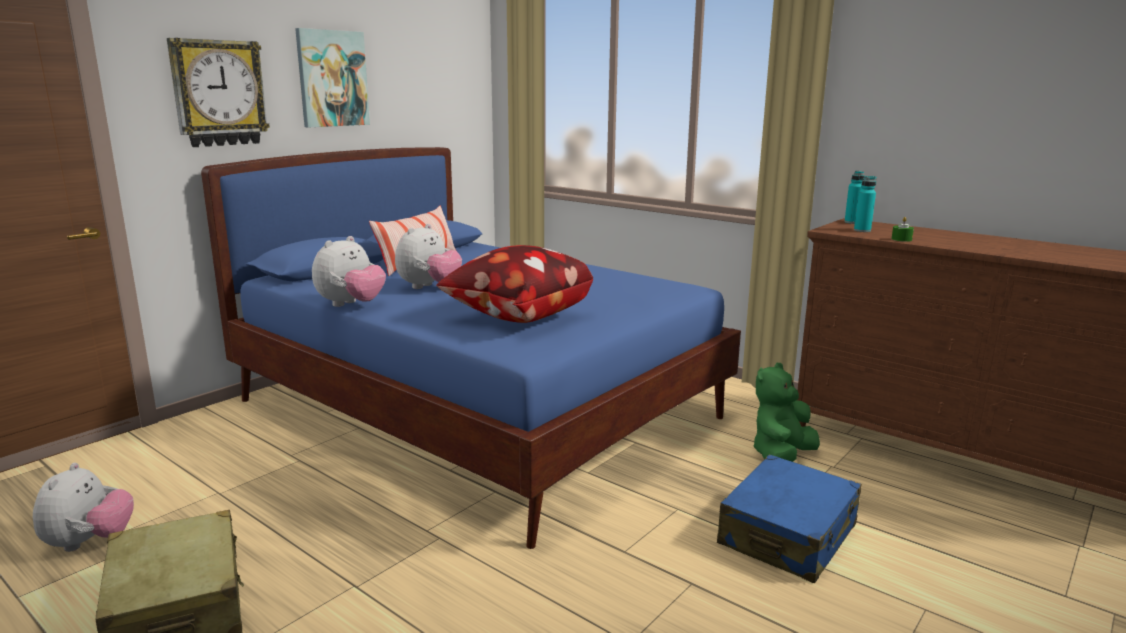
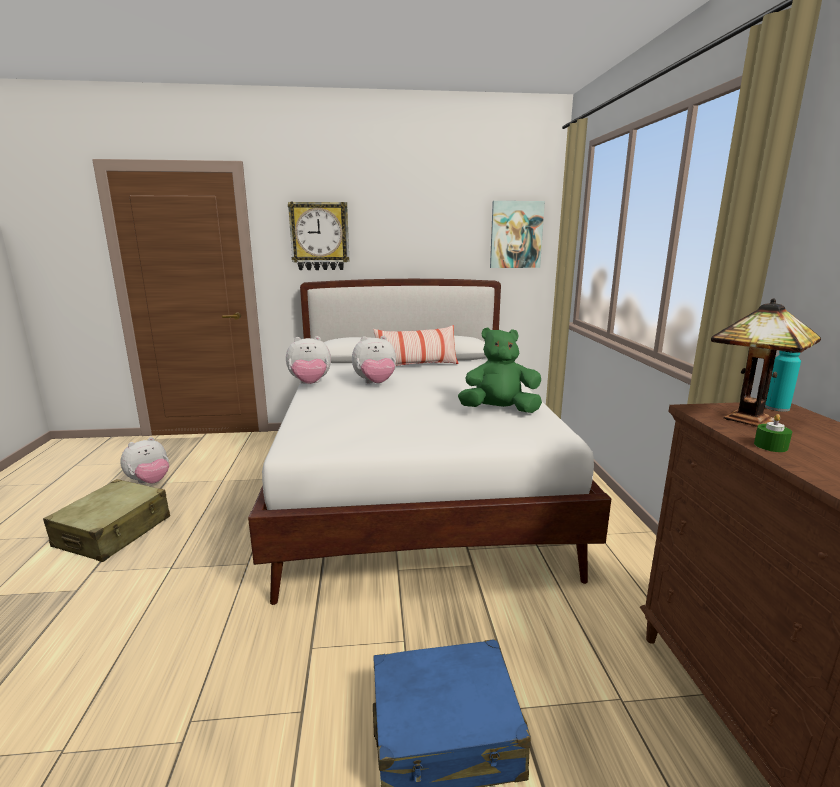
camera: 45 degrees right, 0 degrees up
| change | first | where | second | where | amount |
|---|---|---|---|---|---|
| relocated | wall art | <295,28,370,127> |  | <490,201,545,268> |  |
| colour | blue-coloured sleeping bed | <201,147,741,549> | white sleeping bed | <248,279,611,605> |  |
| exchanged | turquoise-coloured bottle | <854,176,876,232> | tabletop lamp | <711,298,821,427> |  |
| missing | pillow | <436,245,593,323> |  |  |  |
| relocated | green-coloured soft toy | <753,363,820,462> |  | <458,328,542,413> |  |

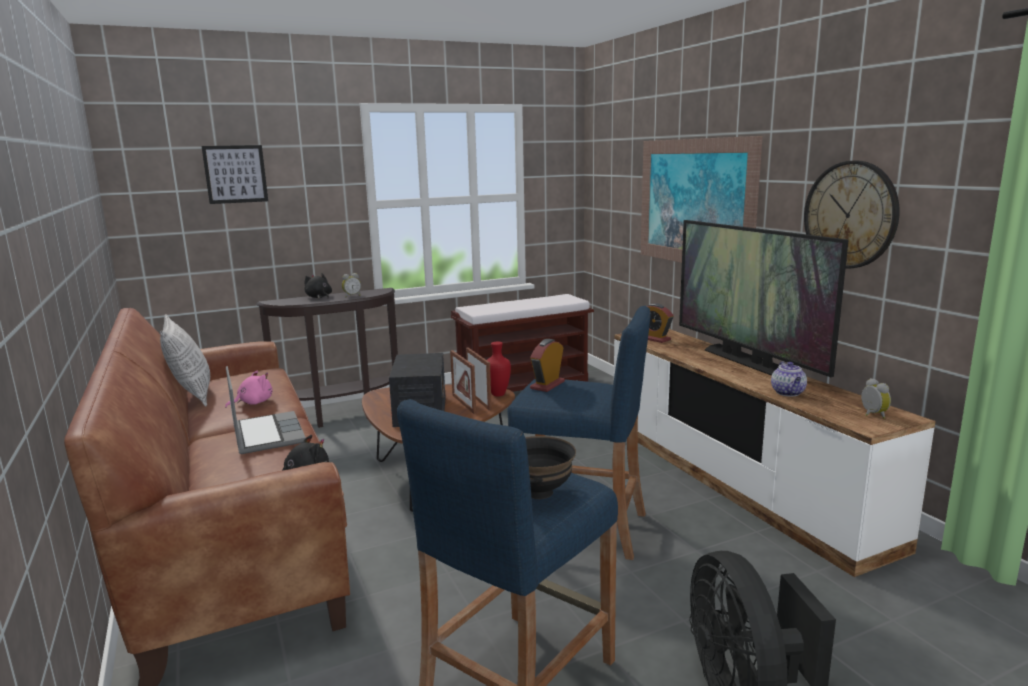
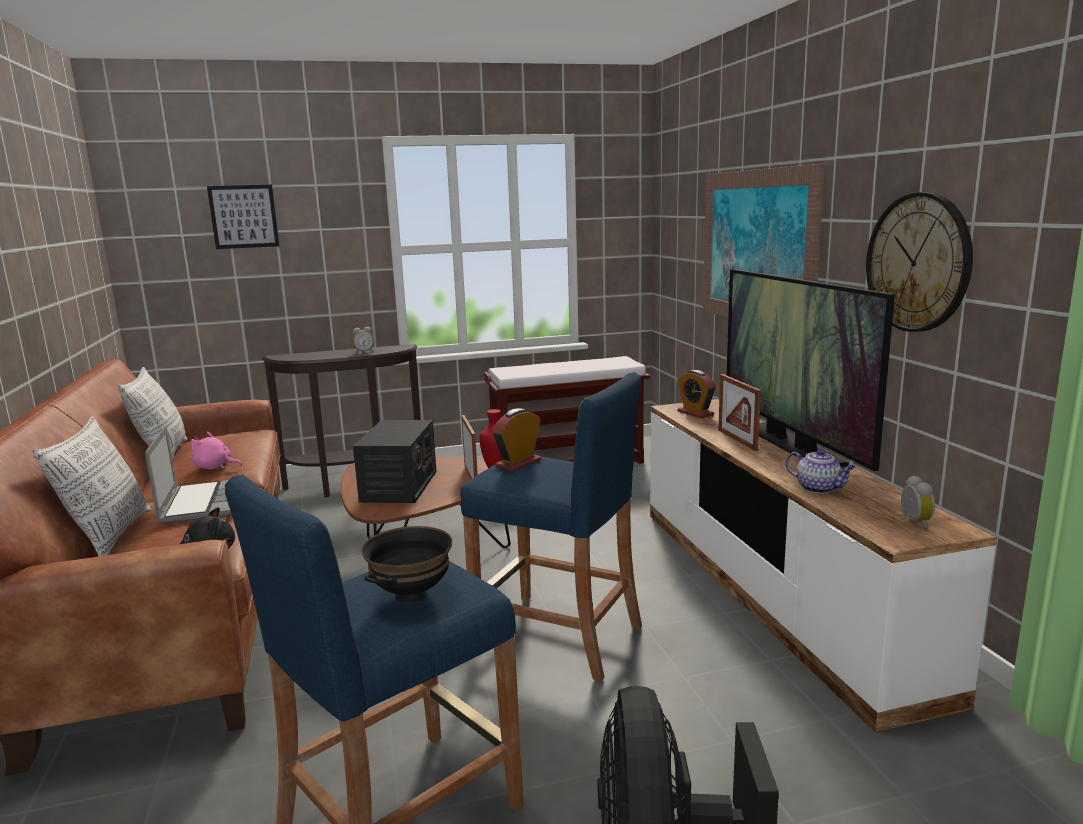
camera: 10 degrees right, 0 degrees up
| change | first | where | second | where | amount |
|---|---|---|---|---|---|
| missing | black-coloured soft toy | <304,273,332,298> |  |  |  |
| relocated | photo frame | <450,350,476,414> |  | <718,374,761,451> |  |
| spun | tea pot | <771,361,807,397> |  | <786,449,856,494> | 60 degrees counterclockwise |
| spun | pink soft toy | <225,371,273,408> |  | <191,432,242,469> | 135 degrees counterclockwise |
| appeared |  |  | pillow | <32,416,151,556> |  |

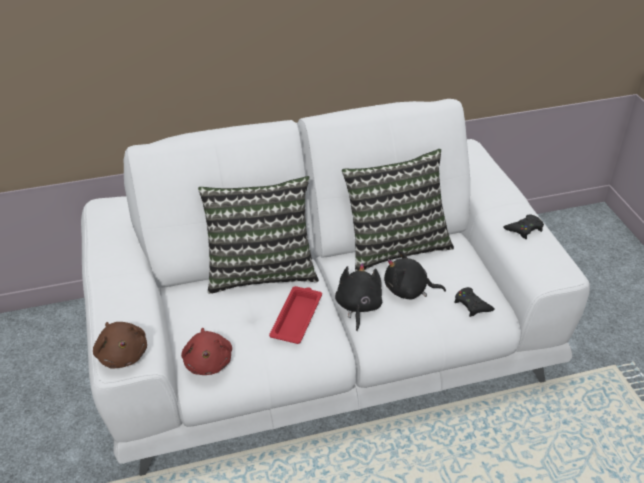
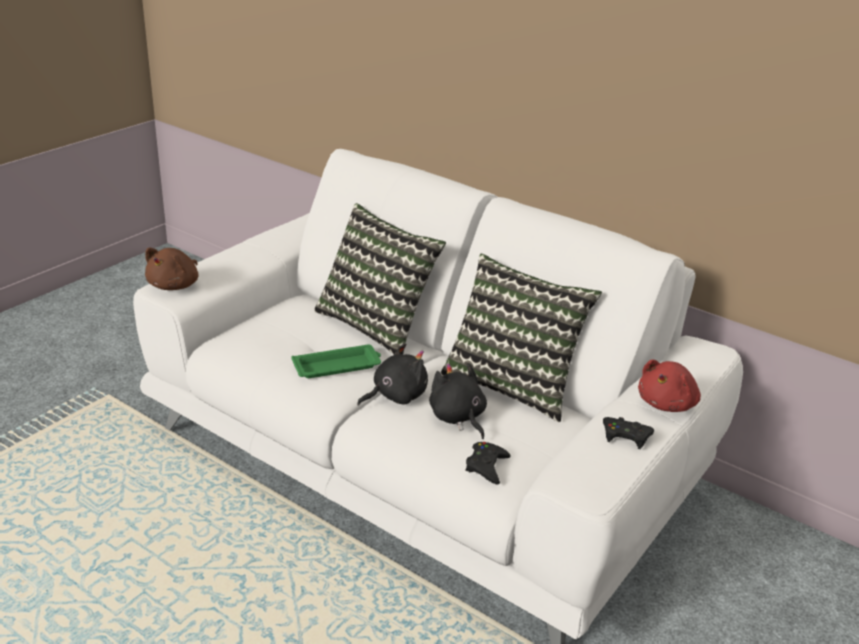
camera: 50 degrees right, 10 degrees down
| change | first | where | second | where | amount |
|---|---|---|---|---|---|
| colour | reddish tray | <269,286,322,344> | green-coloured tray | <291,345,381,378> |  |
| relocated | reddish soft toy | <181,328,232,375> |  | <638,359,701,412> |  |

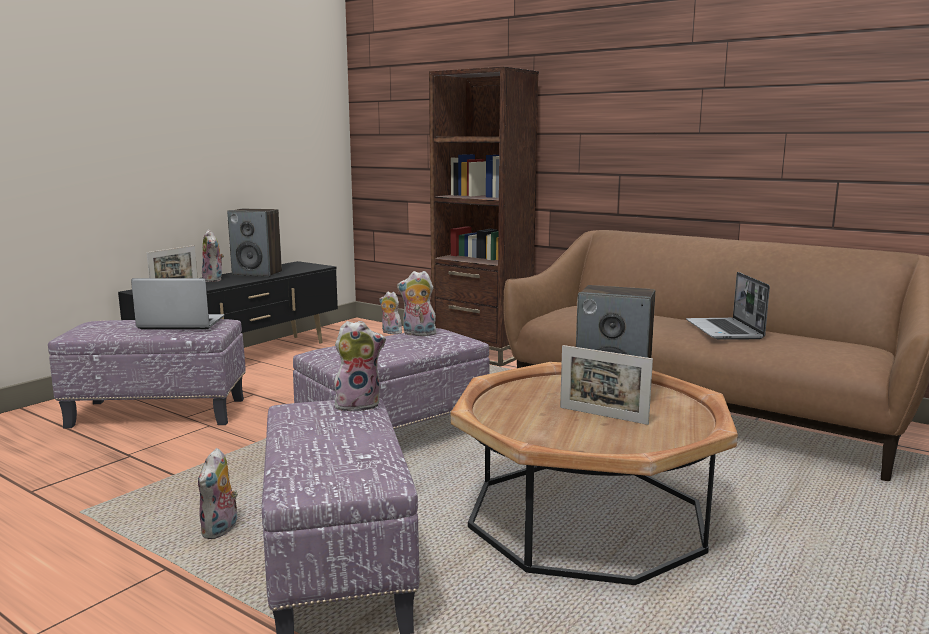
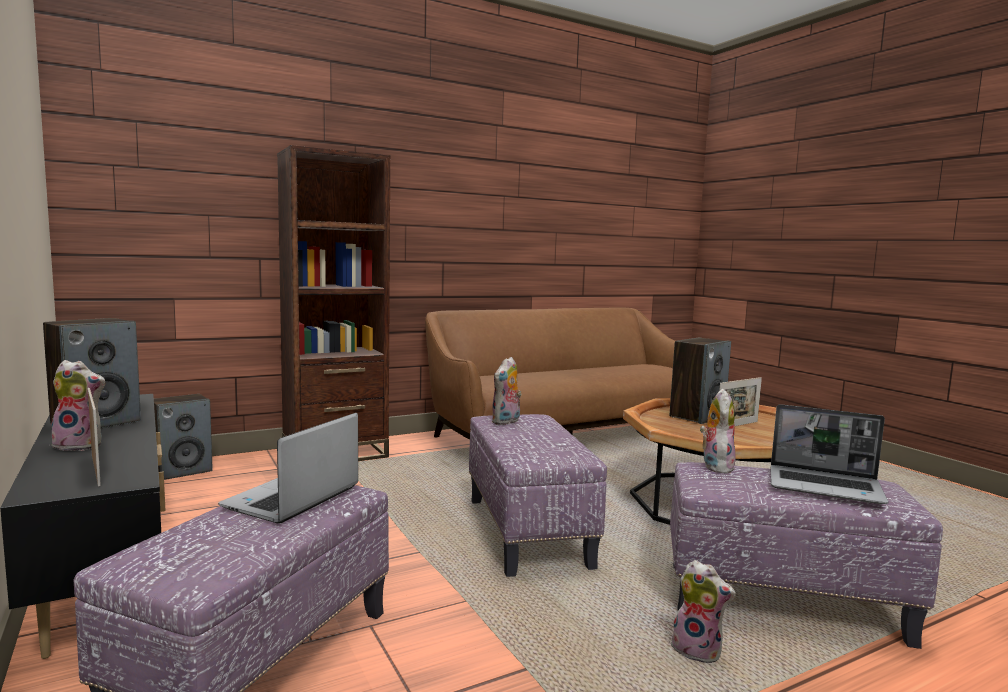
camera: 65 degrees left, 5 degrees down
| change | first | where | second | where | amount |
|---|---|---|---|---|---|
| relocated | laptop | <686,272,770,340> |  | <771,404,888,504> |  |
| exchanged | soft toy | <379,291,402,335> | audio speaker | <154,394,213,480> |  |

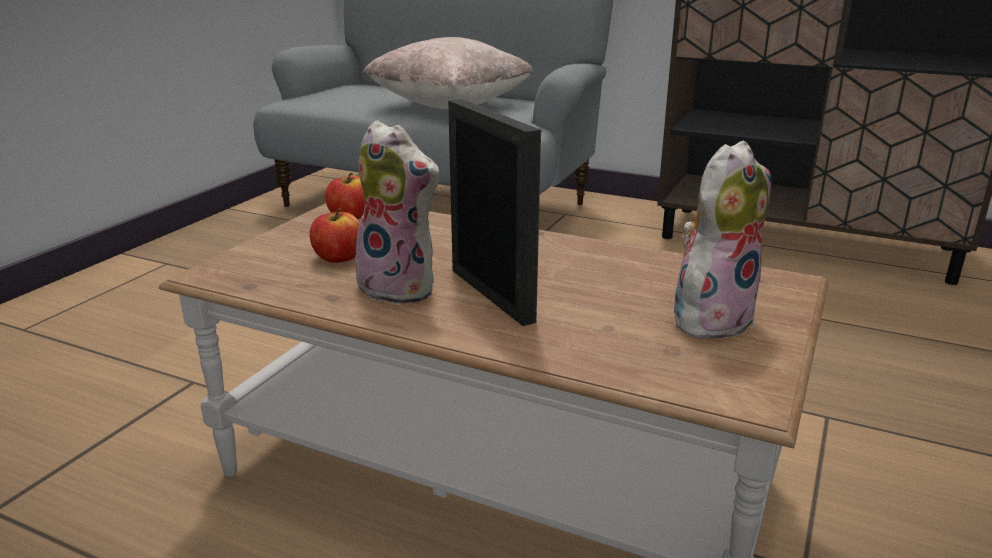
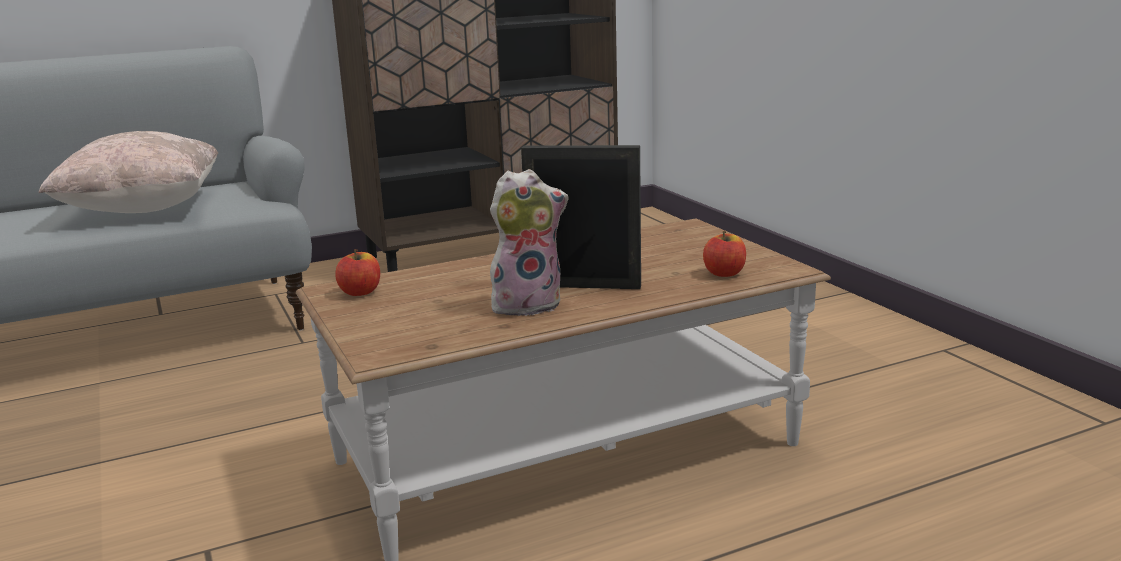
camera: 50 degrees left, 5 degrees down
| change | first | where | second | where | amount |
|---|---|---|---|---|---|
| missing | soft toy | <674,140,771,342> |  |  |  |
| relocated | apple | <310,208,360,263> |  | <703,231,746,277> |  |

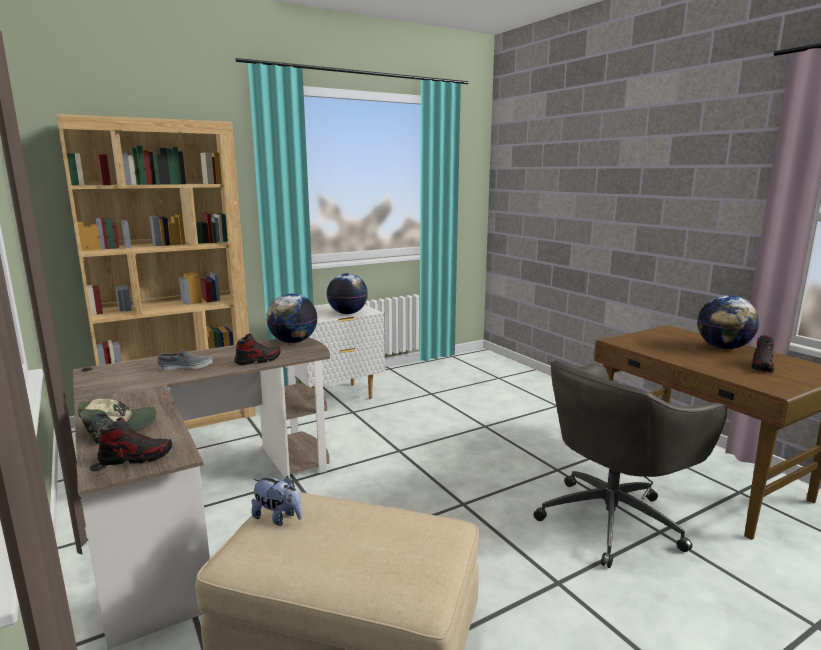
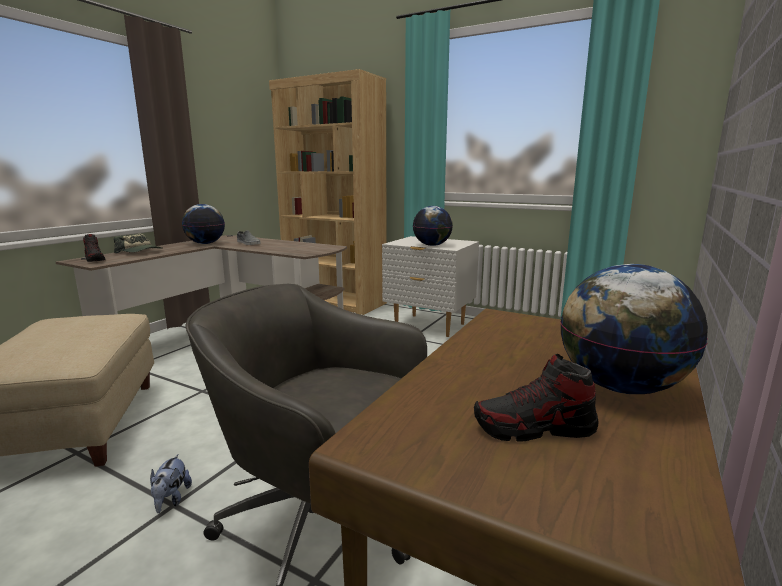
camera: 60 degrees right, 0 degrees up
| change | first | where | second | where | amount |
|---|---|---|---|---|---|
| relocated | world globe | <266,293,318,343> |  | <182,204,225,244> |  |
| missing | item of footwear | <234,334,280,365> |  |  |  |
| relocated | soft toy | <251,476,302,526> |  | <150,454,192,513> |  |

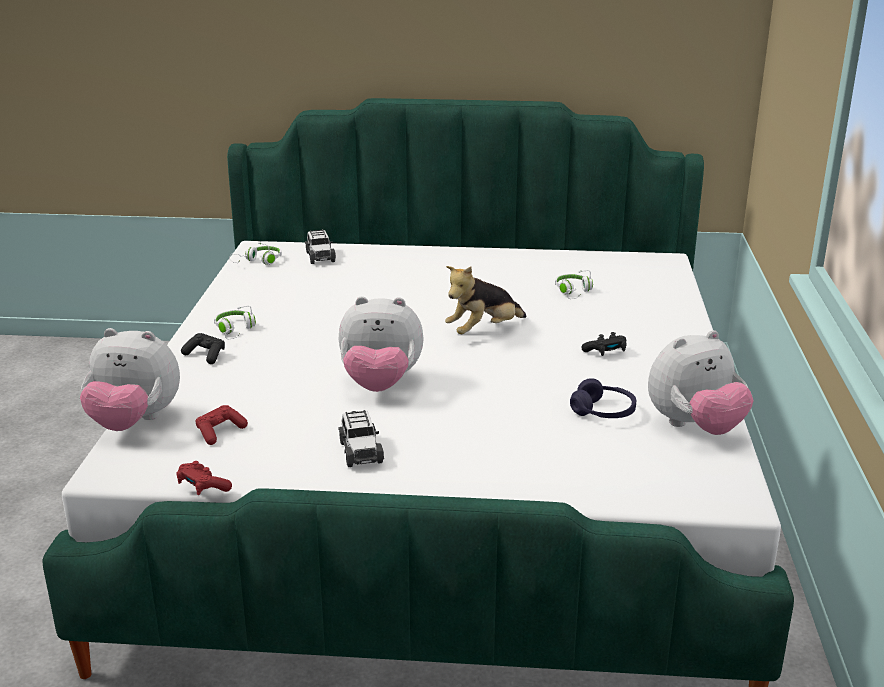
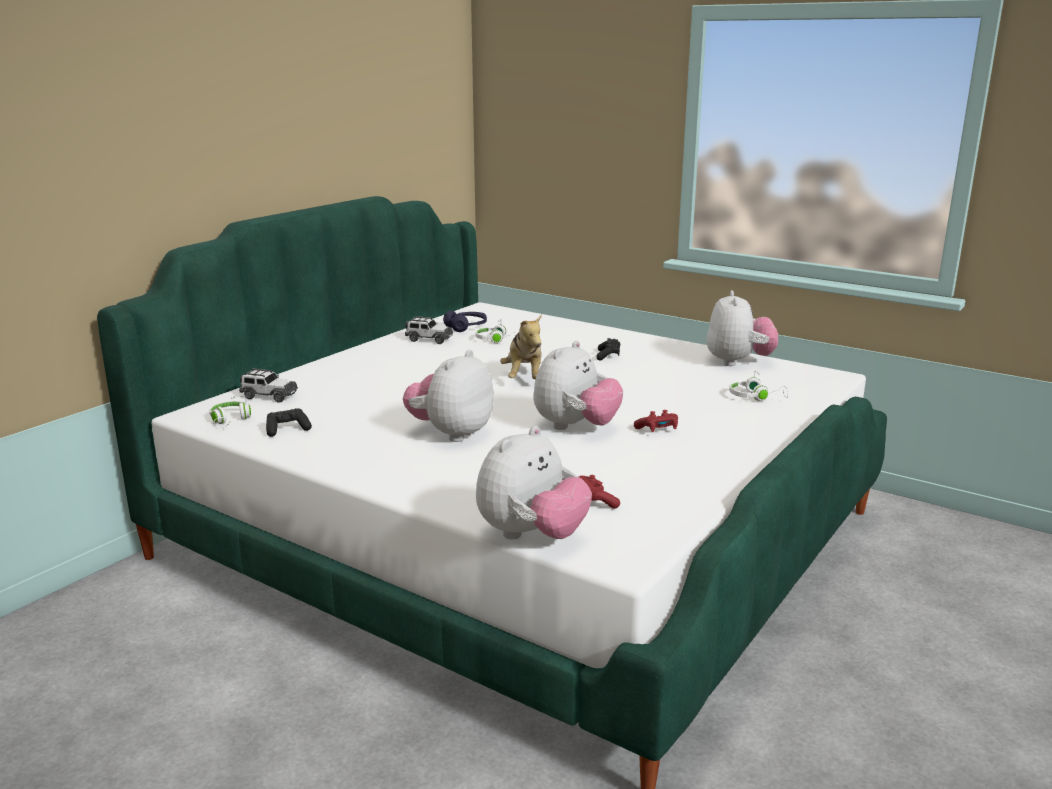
camera: 60 degrees left, 5 degrees down
| change | first | where | second | where | amount |
|---|---|---|---|---|---|
| relocated | white headphones | <214,306,256,339> |  | <729,370,788,401> |  |
| relocated | black-coloured gamepad | <181,333,225,364> |  | <266,408,312,437> |  |
| relocated | purple headphones | <570,378,636,418> |  | <443,310,487,332> |  |
| relocated | toy car | <339,410,384,467> |  | <405,316,453,344> |  |
| relocated | reddish gamepad | <176,461,232,495> |  | <634,410,678,432> |  |
| appeared |  |  | soft toy | <403,350,494,442> |  |

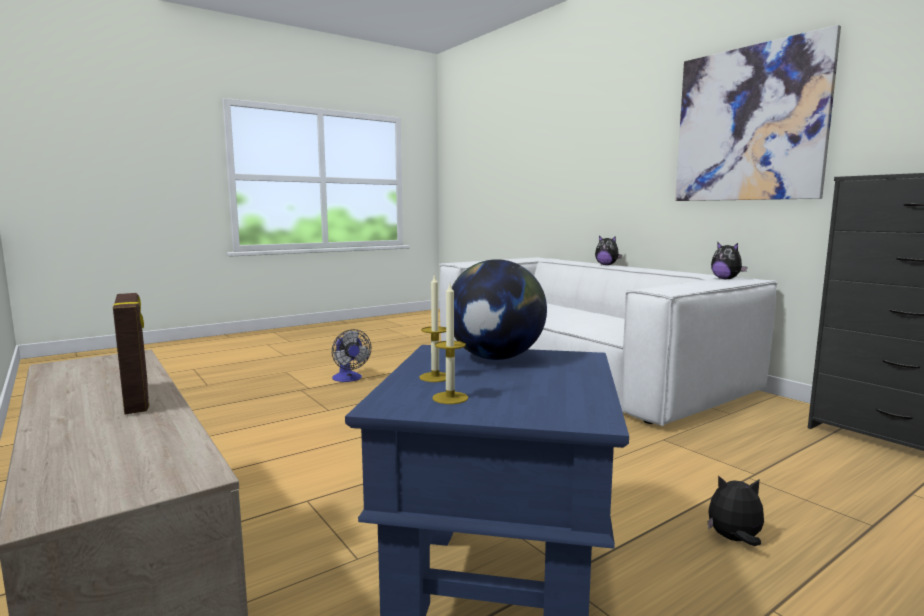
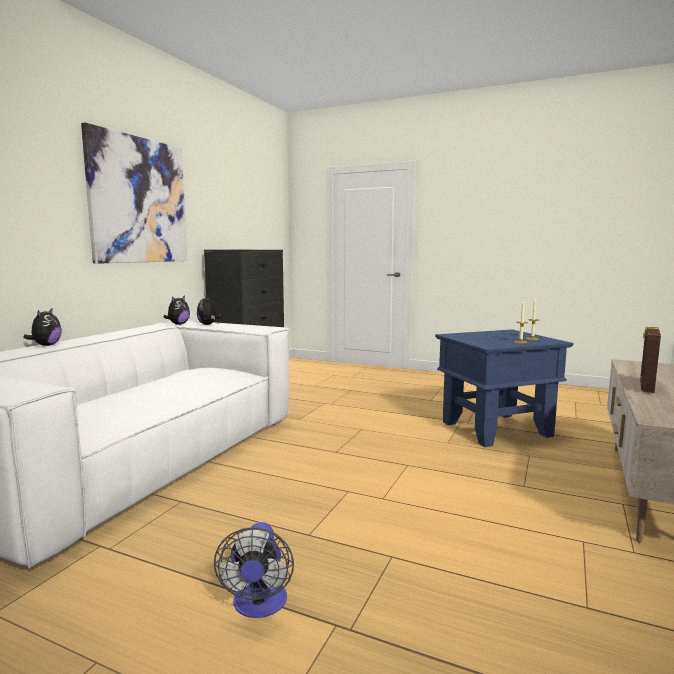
camera: 120 degrees left, 0 degrees up
| change | first | where | second | where | amount |
|---|---|---|---|---|---|
| missing | world globe | <452,259,547,360> |  |  |  |
| spun | electric fan | <332,329,371,382> |  | <214,522,294,618> | 150 degrees clockwise |
| relocated | soft toy | <707,475,764,546> |  | <197,296,222,325> |  |

